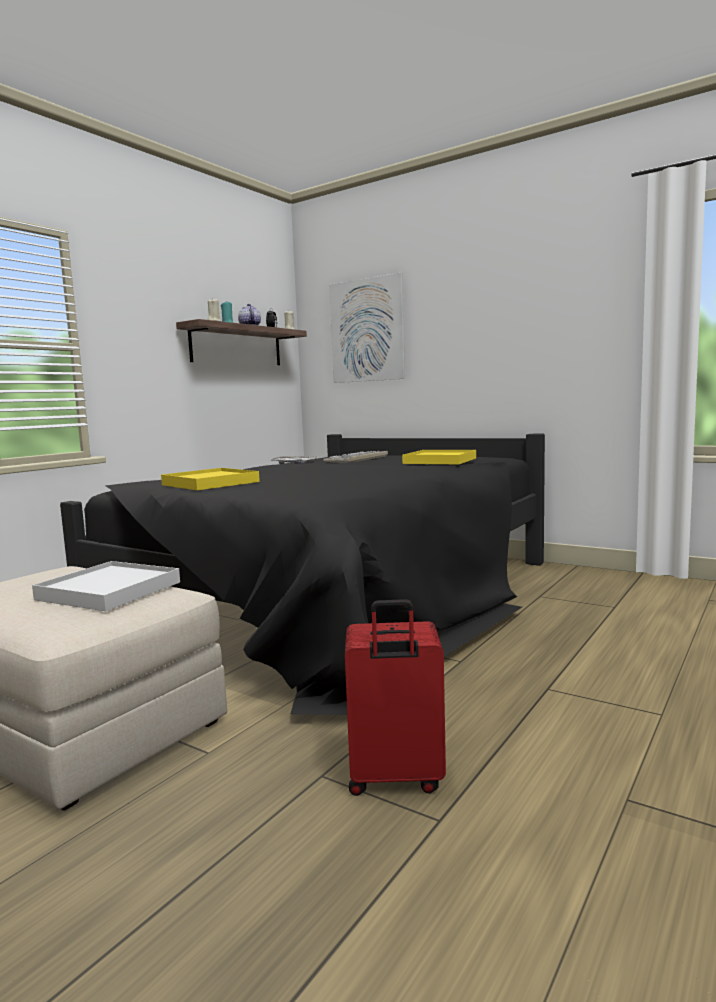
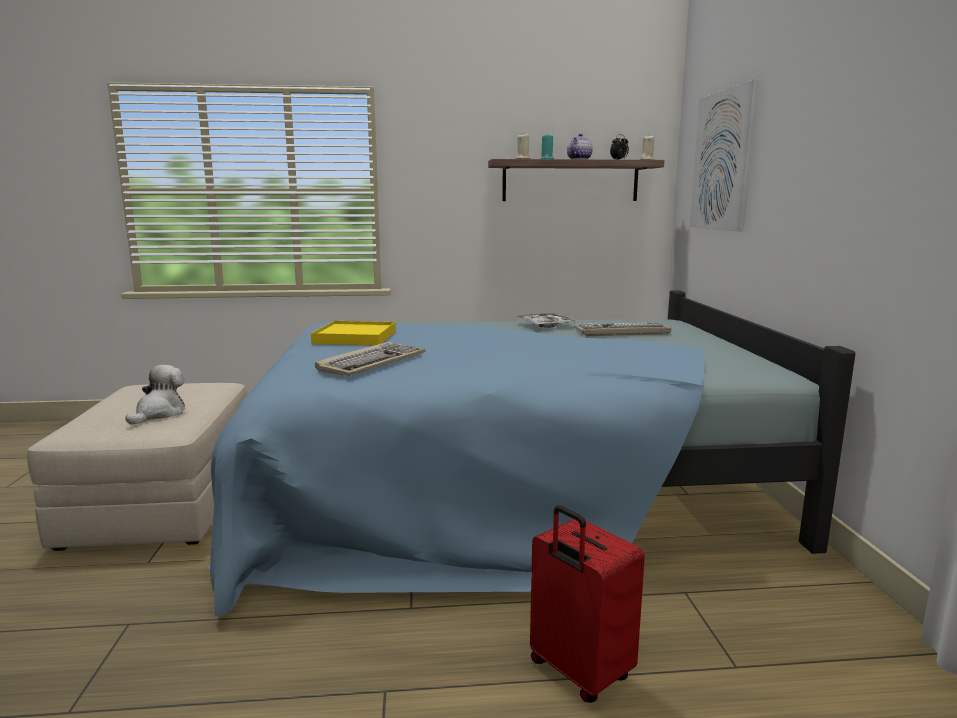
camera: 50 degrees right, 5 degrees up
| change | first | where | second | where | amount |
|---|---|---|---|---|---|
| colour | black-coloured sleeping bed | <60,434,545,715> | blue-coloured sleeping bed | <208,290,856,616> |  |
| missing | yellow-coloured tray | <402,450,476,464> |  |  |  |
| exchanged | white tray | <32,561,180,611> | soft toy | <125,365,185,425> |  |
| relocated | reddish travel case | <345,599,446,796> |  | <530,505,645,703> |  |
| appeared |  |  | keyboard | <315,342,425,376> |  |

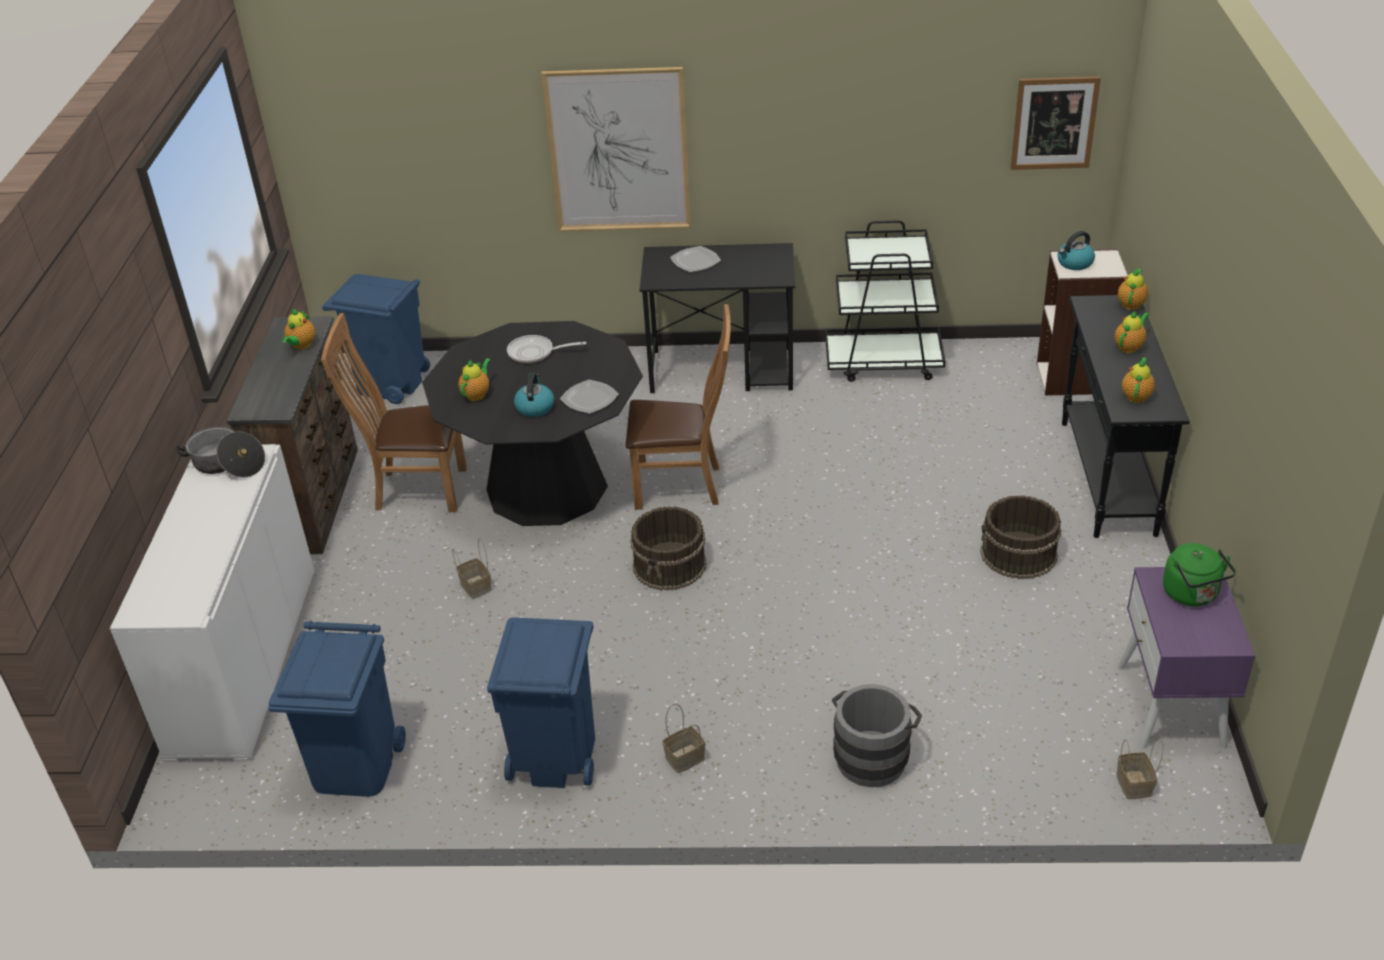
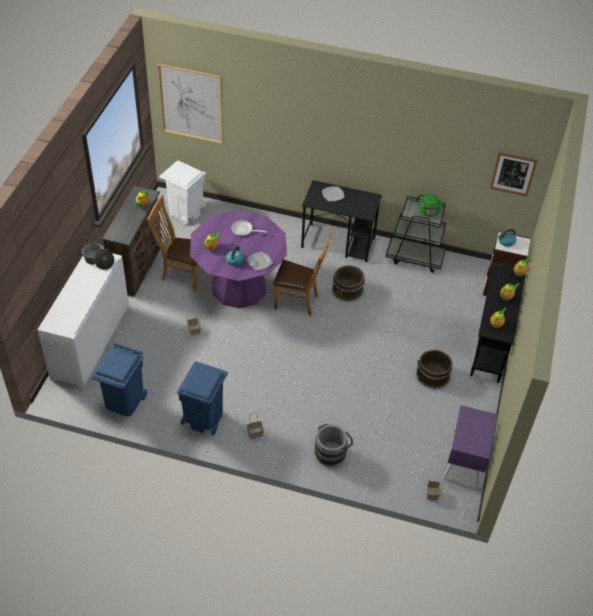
camera: 10 degrees right, 10 degrees up
| change | first | where | second | where | amount |
|---|---|---|---|---|---|
| relocated | wall art | <541,67,691,231> |  | <158,63,223,144> |  |
| colour | blue-coloured rubbish bin | <322,274,430,404> | white rubbish bin | <159,161,206,225> |  |
| colour | black-coloured dinner table | <422,321,643,526> | purple dinner table | <190,210,287,309> |  |
| relocated | brown-coloured pail | <630,506,707,591> |  | <332,265,365,302> |  |
| relocated | green-coloured water kettle | <1163,543,1236,606> |  | <419,194,445,217> |  |

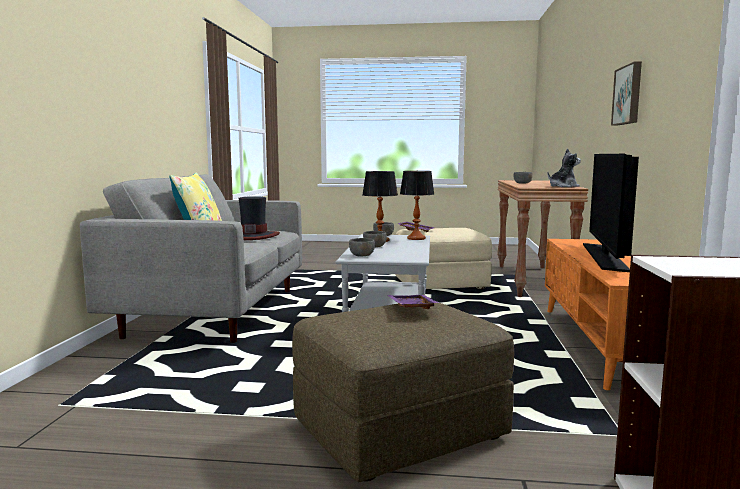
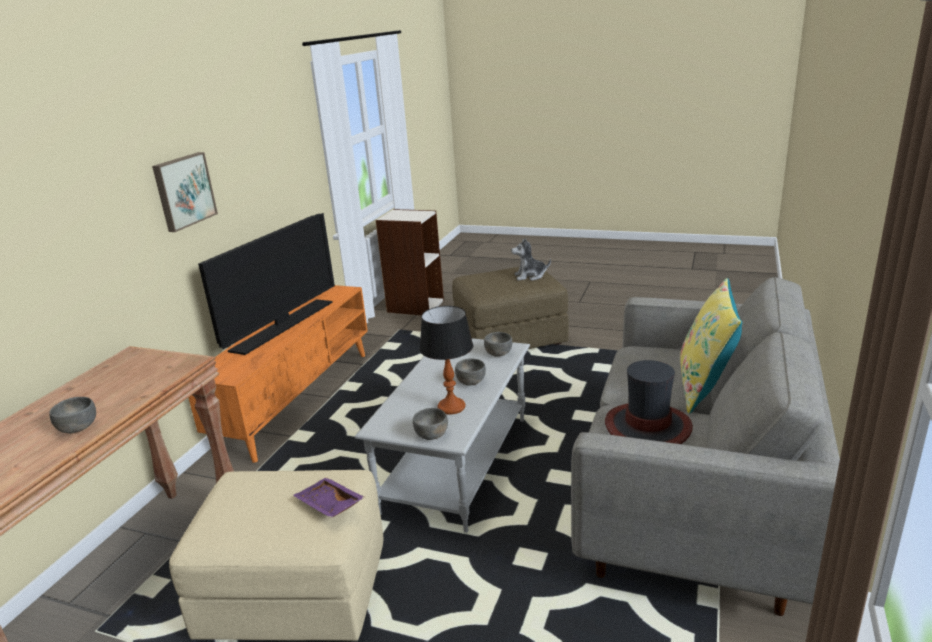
camera: 165 degrees left, 15 degrees up
| change | first | where | second | where | amount |
|---|---|---|---|---|---|
| relocated | soft toy | <547,148,581,187> |  | <511,238,551,281> |  |
| missing | tabletop lamp | <400,171,434,240> |  |  |  |
| missing | purple tray | <388,295,440,309> |  |  |  |

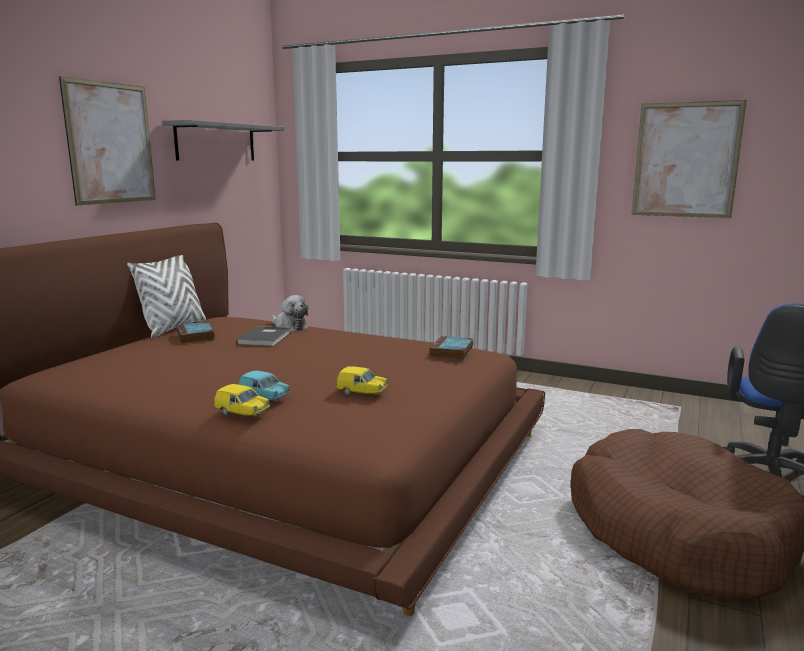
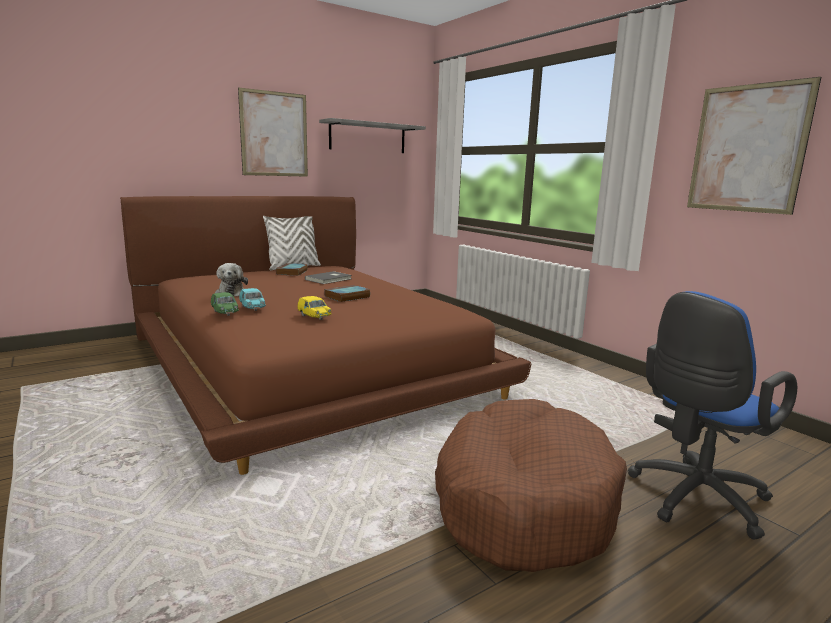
camera: 30 degrees right, 0 degrees up
| change | first | where | second | where | amount |
|---|---|---|---|---|---|
| relocated | soft toy | <271,295,309,332> |  | <215,263,248,296> |  |
| relocated | volume | <430,336,473,360> |  | <324,285,371,302> |  |
| colour | yellow-coloured toy car | <214,384,270,417> | green-coloured toy car | <211,292,239,316> |  |

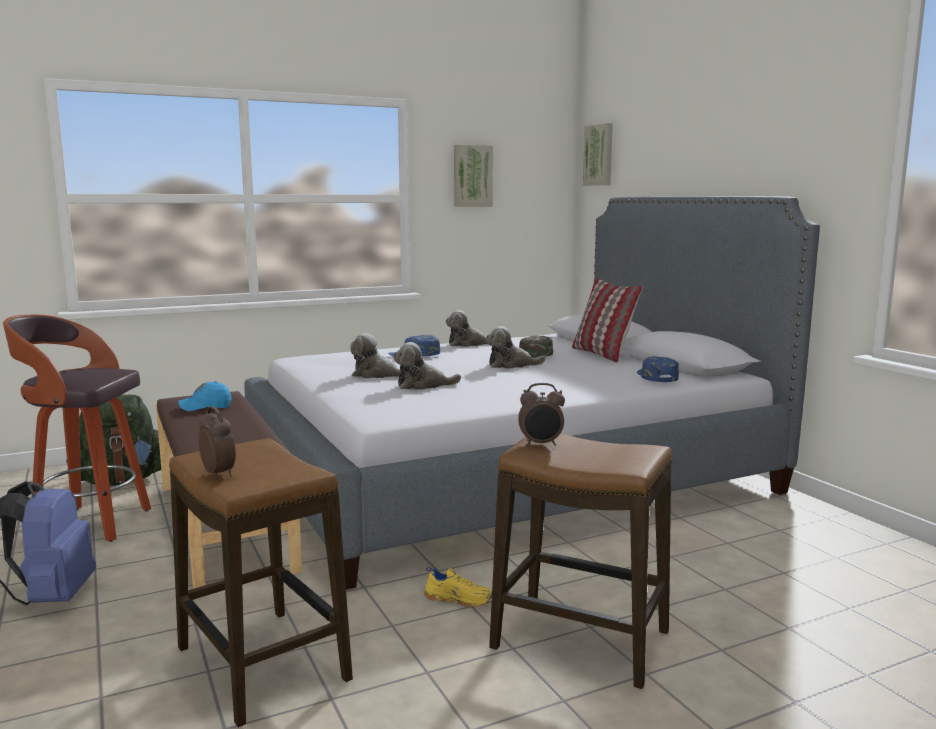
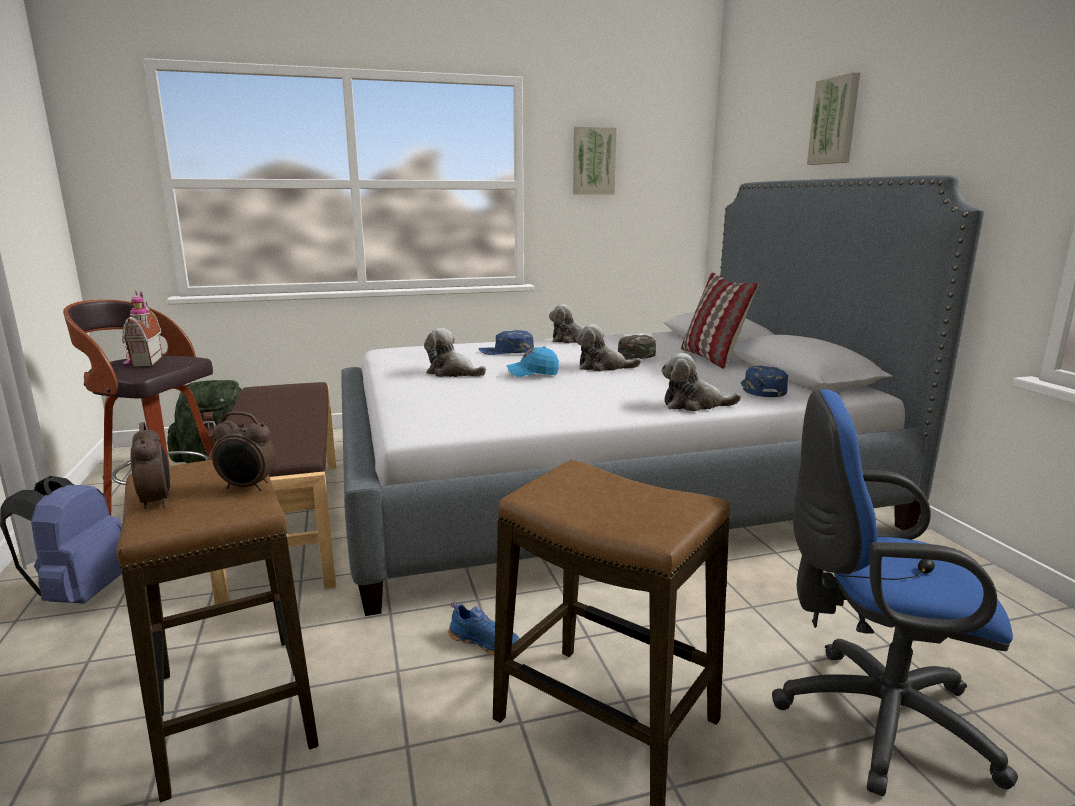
camera: 10 degrees right, 5 degrees up
| change | first | where | second | where | amount |
|---|---|---|---|---|---|
| relocated | wall art | <583,123,613,186> |  | <807,72,860,165> |  |
| relocated | soft toy | <393,342,461,390> |  | <661,353,741,411> |  |
| relocated | blue-coloured peaked cap | <178,381,232,411> |  | <507,347,559,377> |  |
| relocated | table clock | <518,383,565,446> |  | <212,412,276,491> |  |
| colour | yellow-coloured item of footwear | <424,566,492,607> | blue-coloured item of footwear | <448,601,520,655> |  |
| appeared |  |  | toy house | <122,290,162,367> |  |
| appeared |  |  | blue-coloured office chair | <772,389,1018,796> |  |

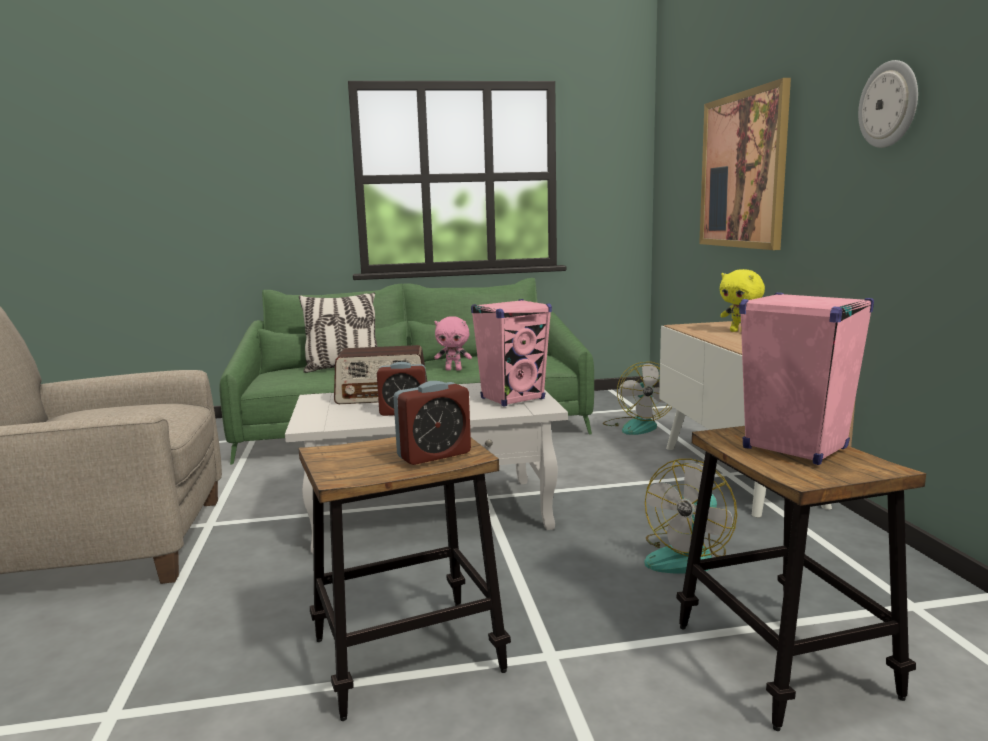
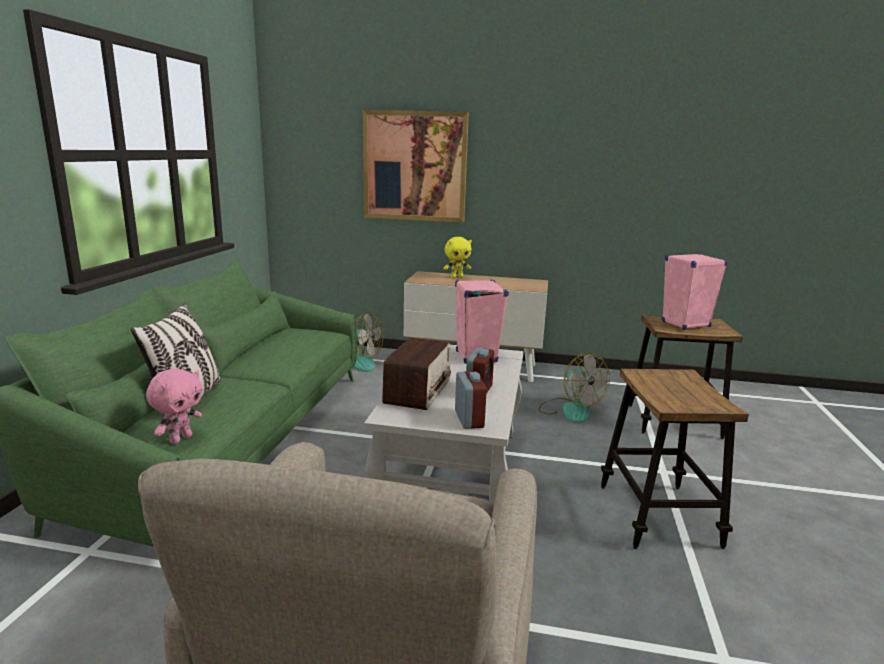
camera: 70 degrees left, 5 degrees up
| change | first | where | second | where | amount |
|---|---|---|---|---|---|
| missing | clock on the wall | <858,60,918,148> |  |  |  |
| relocated | pink soft toy | <434,316,472,371> |  | <146,368,203,444> |  |
| relocated | table clock | <393,381,471,465> |  | <455,371,487,429> |  |

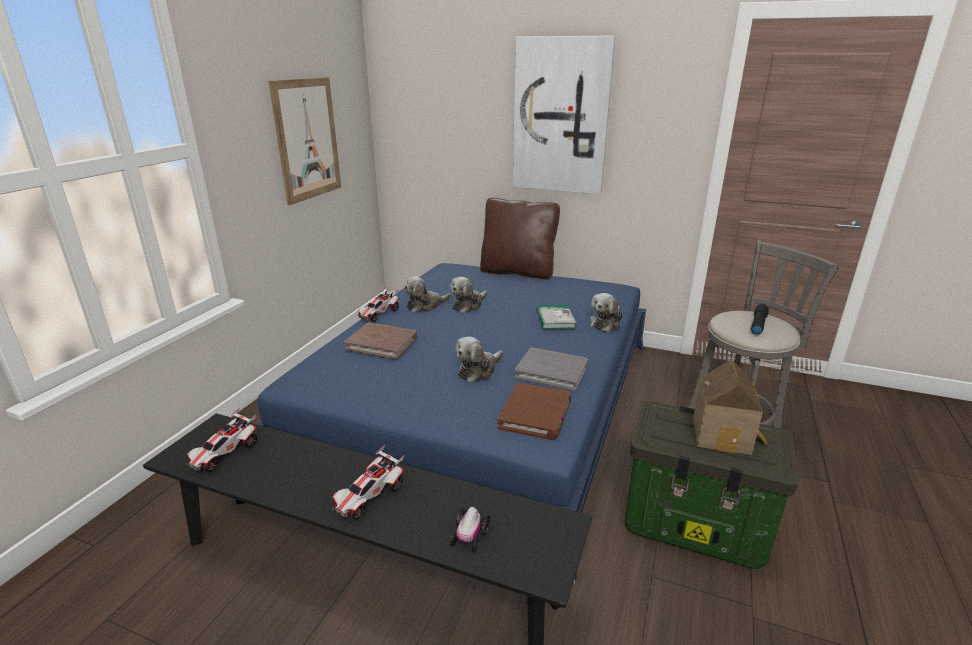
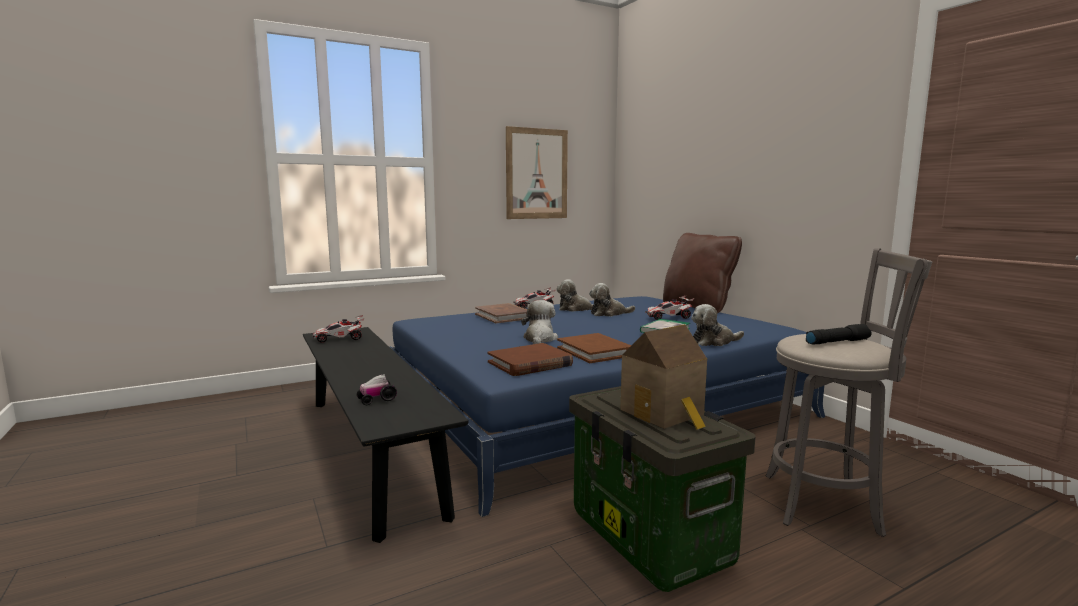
camera: 40 degrees right, 15 degrees down
| change | first | where | second | where | amount |
|---|---|---|---|---|---|
| missing | wall art | <513,35,615,194> |  |  |  |
| spun | soft toy | <455,336,503,383> |  | <521,300,558,344> | 105 degrees clockwise |
| colour | greyish volume | <514,347,588,391> | brown-coloured volume | <557,333,632,363> |  |
| relocated | toy car | <332,445,404,519> |  | <645,296,694,320> |  |

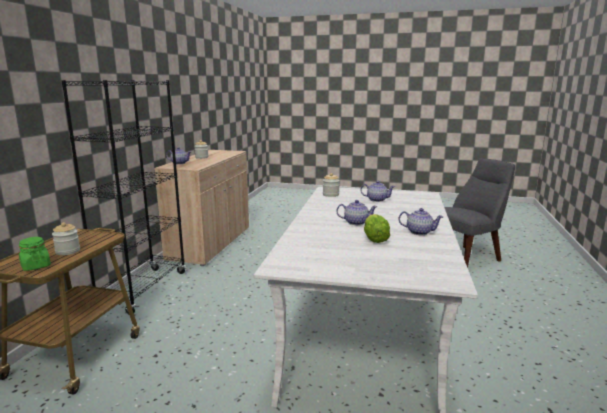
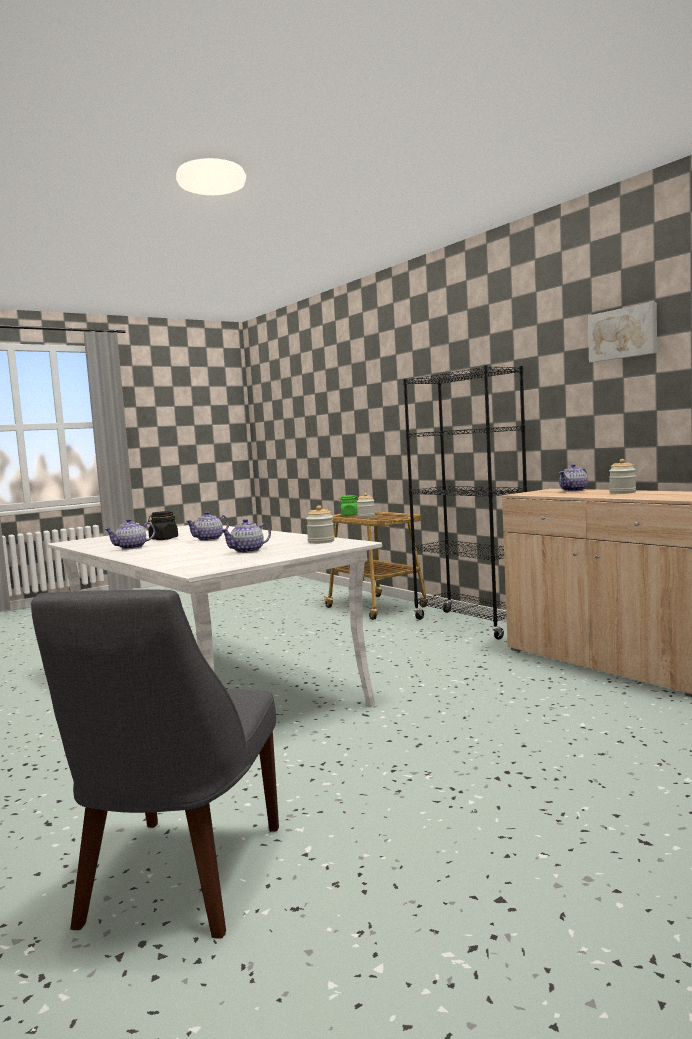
camera: 130 degrees right, 10 degrees down
| change | first | where | second | where | amount |
|---|---|---|---|---|---|
| exchanged | lettuce | <364,214,390,243> | black-coloured preserve jar | <148,511,178,540> |  |
| appeared |  |  | wall art | <588,302,657,362> |  |

